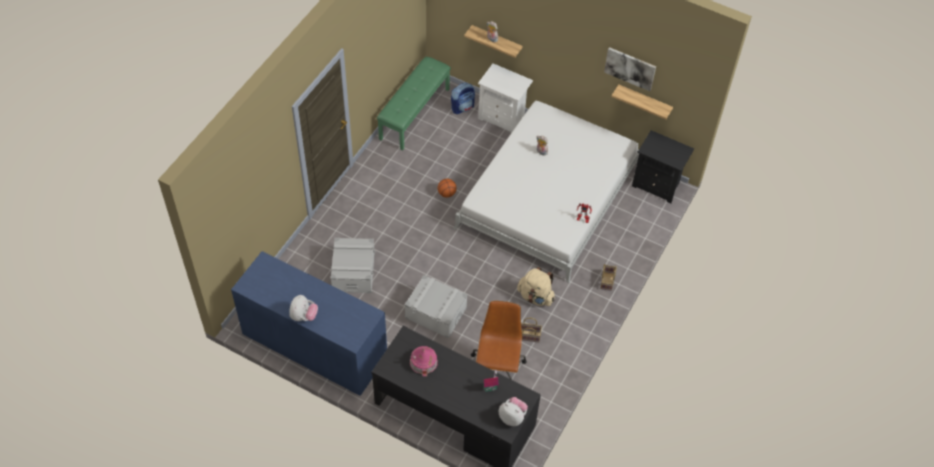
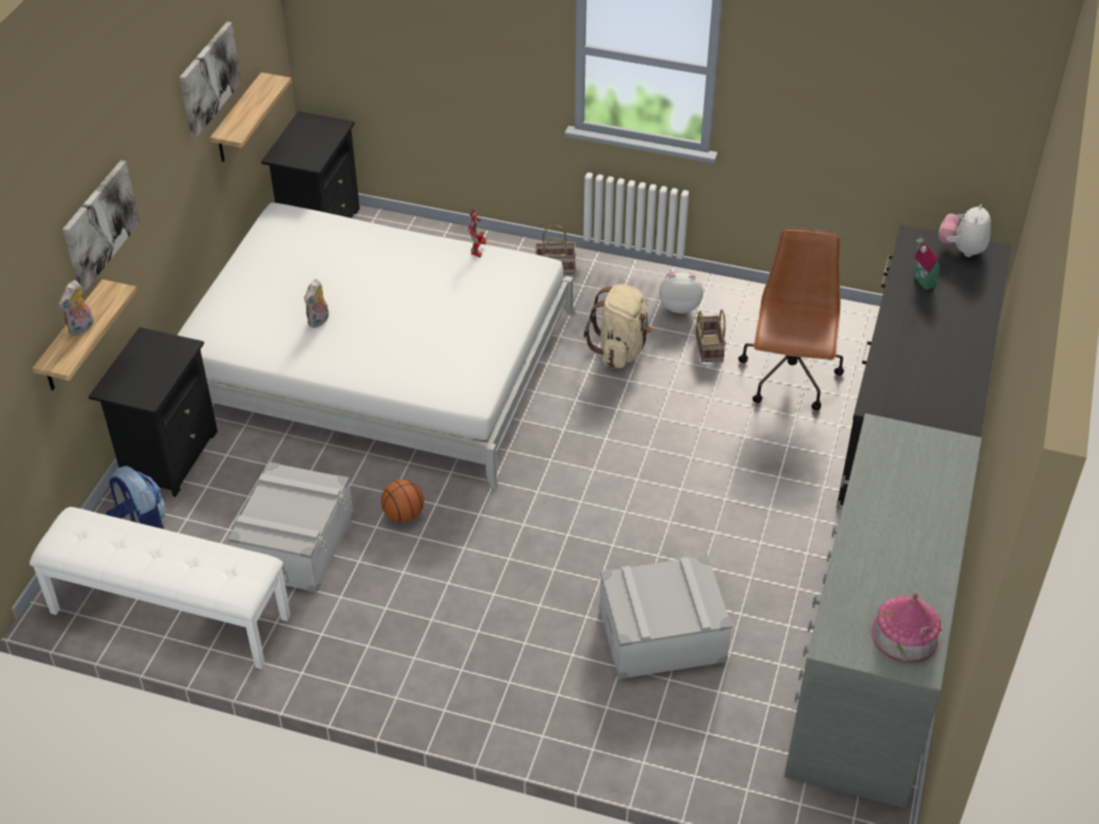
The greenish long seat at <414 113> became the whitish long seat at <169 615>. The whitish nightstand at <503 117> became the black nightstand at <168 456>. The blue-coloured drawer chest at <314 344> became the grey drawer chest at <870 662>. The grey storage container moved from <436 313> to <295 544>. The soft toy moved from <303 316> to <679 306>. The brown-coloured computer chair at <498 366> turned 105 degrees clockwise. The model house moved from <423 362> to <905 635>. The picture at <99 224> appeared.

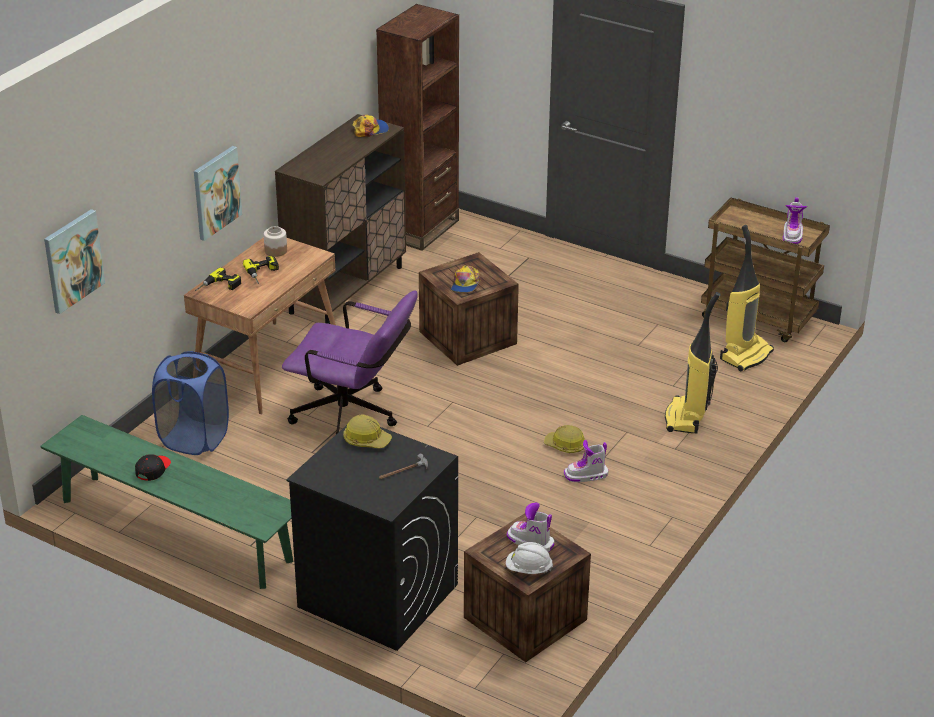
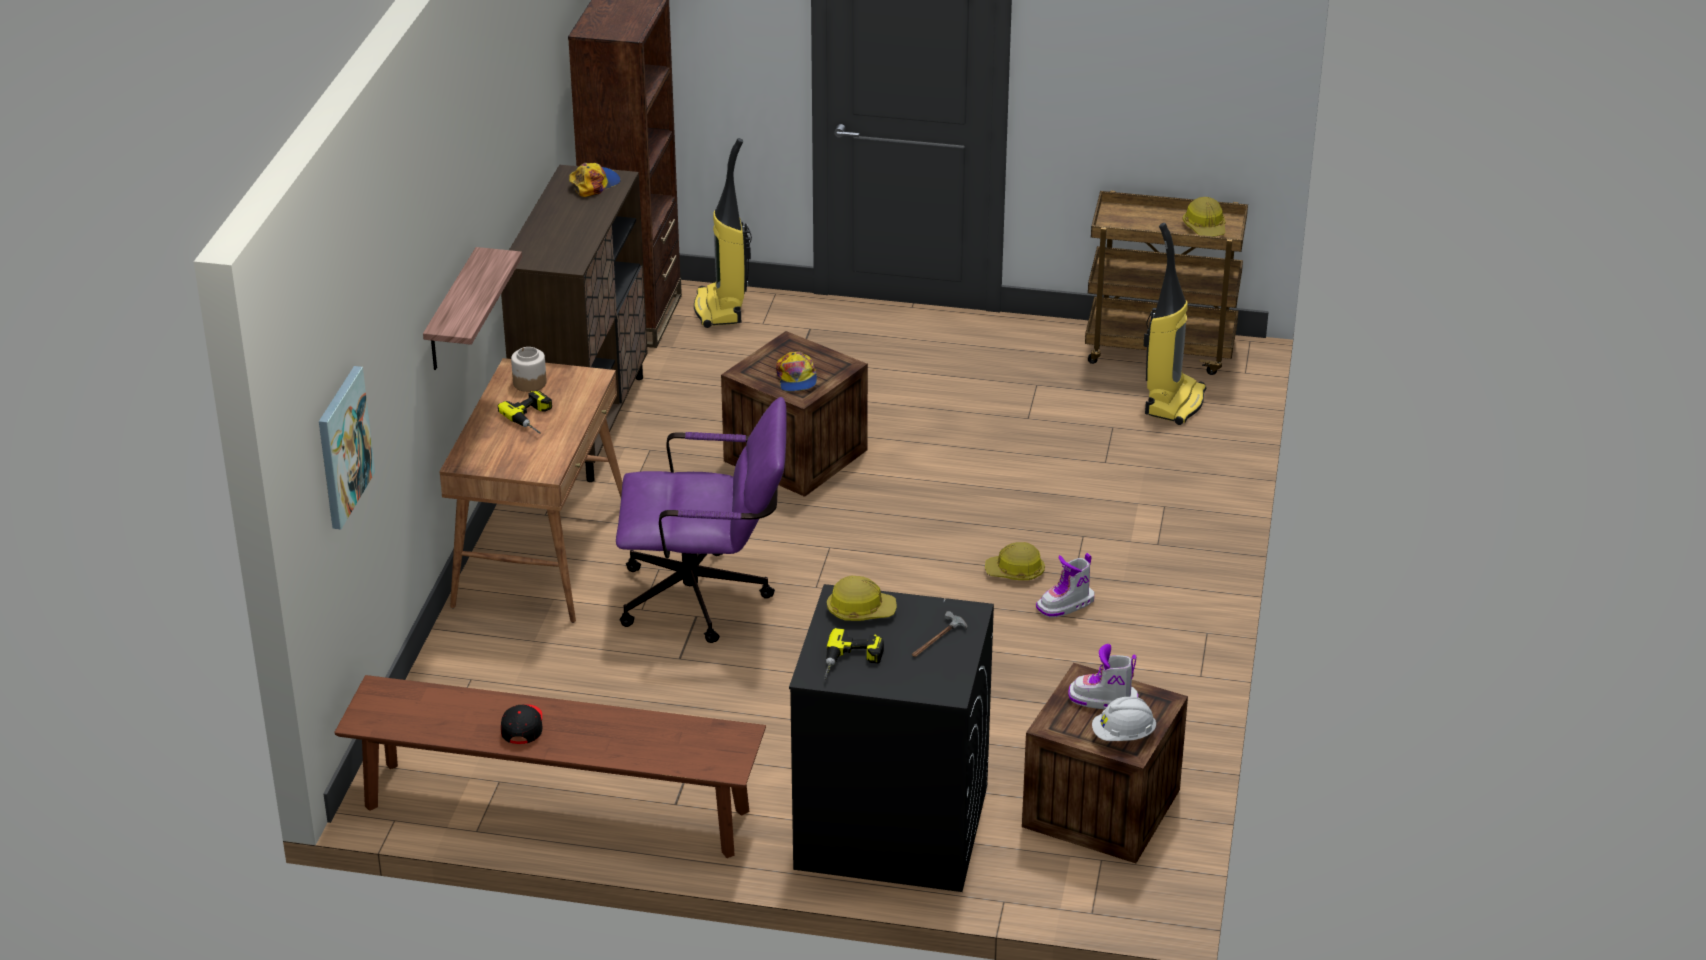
The picture at <216 192> was replaced by the shelf at <452 312>. The tall boot at <792 235> was replaced by the hard hat at <1205 227>. The electric drill moved from <219 287> to <851 663>. The hoover moved from <686 418> to <721 309>. The blue-coloured laundry basket at <194 439> disappeared. The greenish long seat at <175 530> became the brown-coloured long seat at <556 809>.

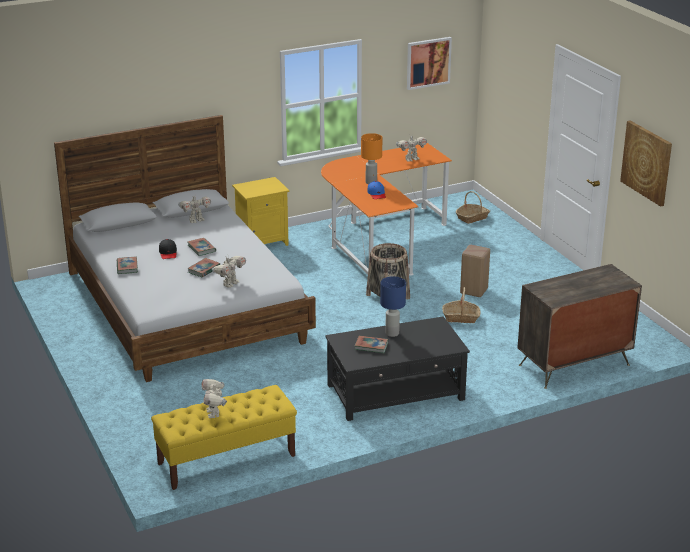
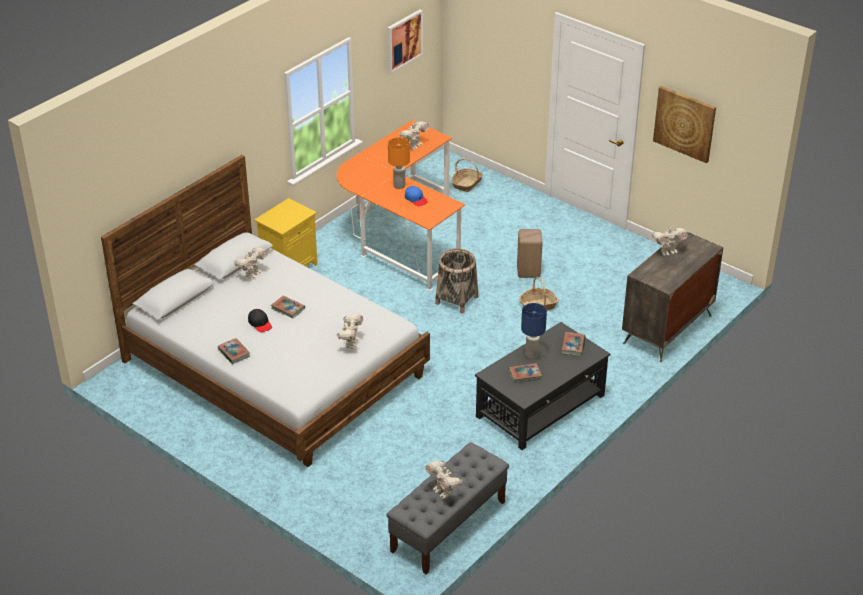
The volume moved from <204 270> to <573 346>. The yellow long seat at <226 459> became the grey long seat at <448 527>. The model robot at <668 251> appeared.

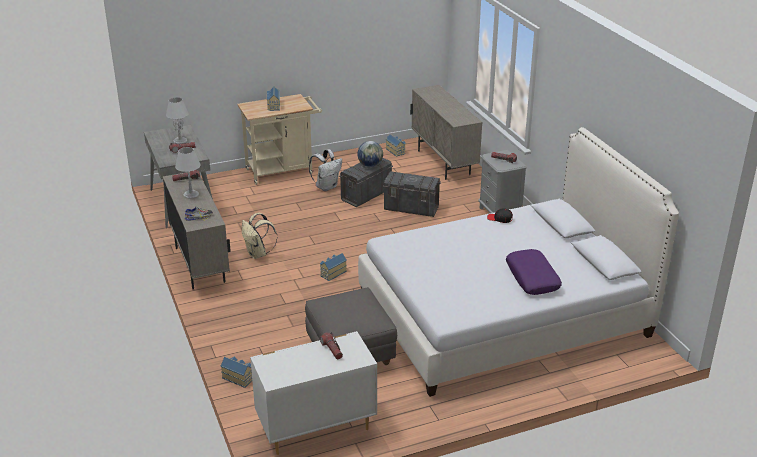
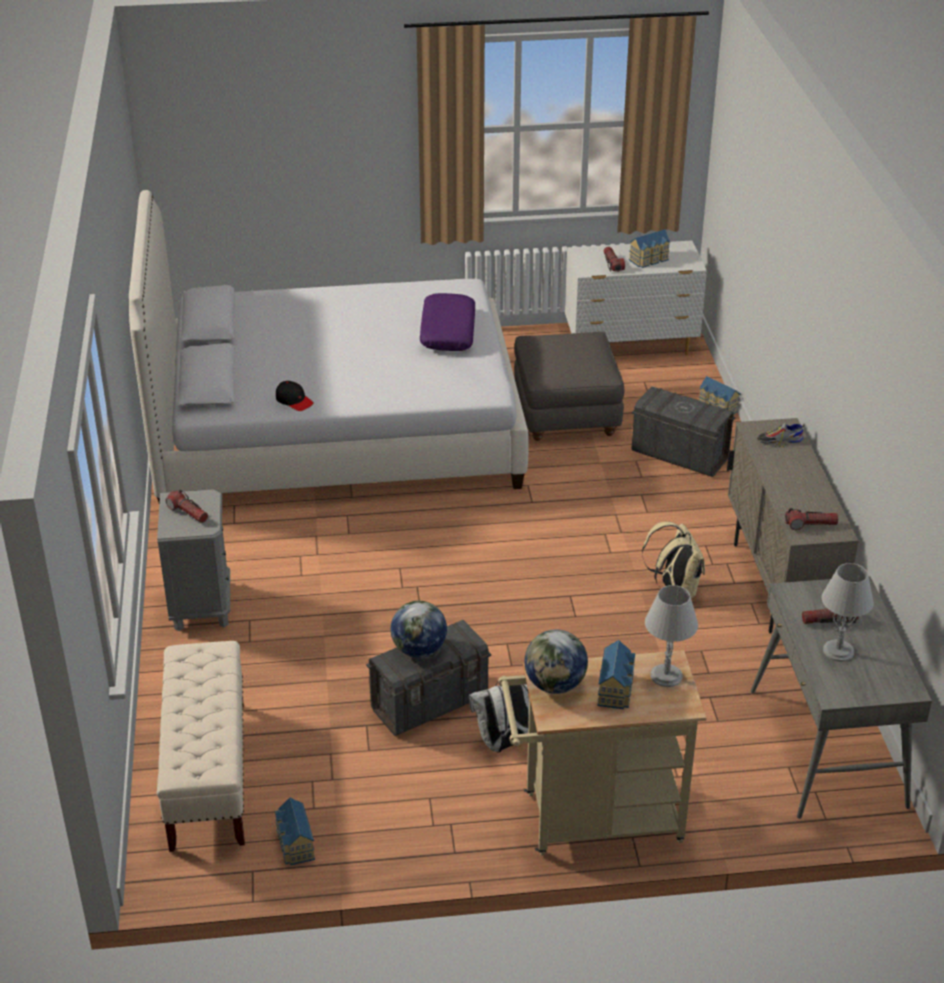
The beige cupboard at <443 163> was replaced by the beige long seat at <208 774>. The grey table lamp moved from <191 194> to <666 675>. The grey storage container moved from <411 208> to <679 454>. The purple-coloured throw pillow moved from <532 278> to <447 331>. The model house moved from <332 273> to <650 260>. The globe at <555 685> appeared.

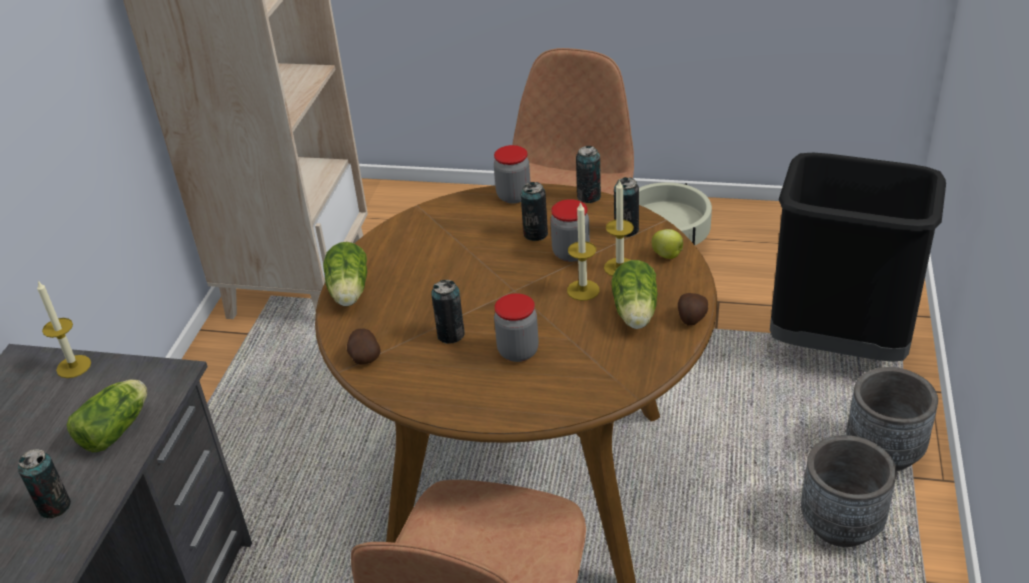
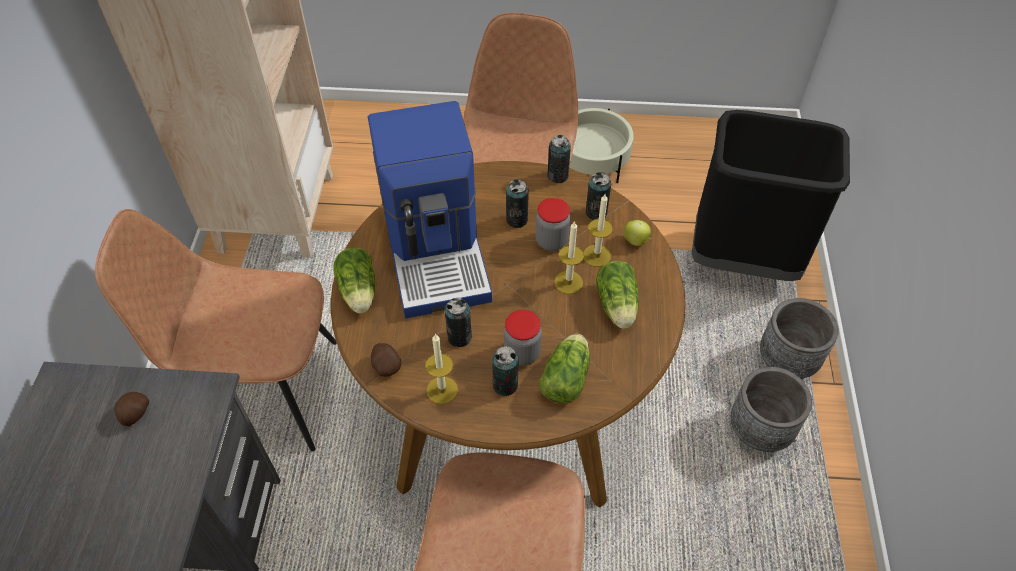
The preserve jar at <513 196> disappeared. The wax candle moved from <73 366> to <442 390>. The potato moved from <691 318> to <135 414>. The head of lettuce moved from <118 428> to <566 376>. The sealed can moved from <54 506> to <505 385>. The coffee machine at <437 250> appeared. The brown-coloured chair at <266 391> appeared.

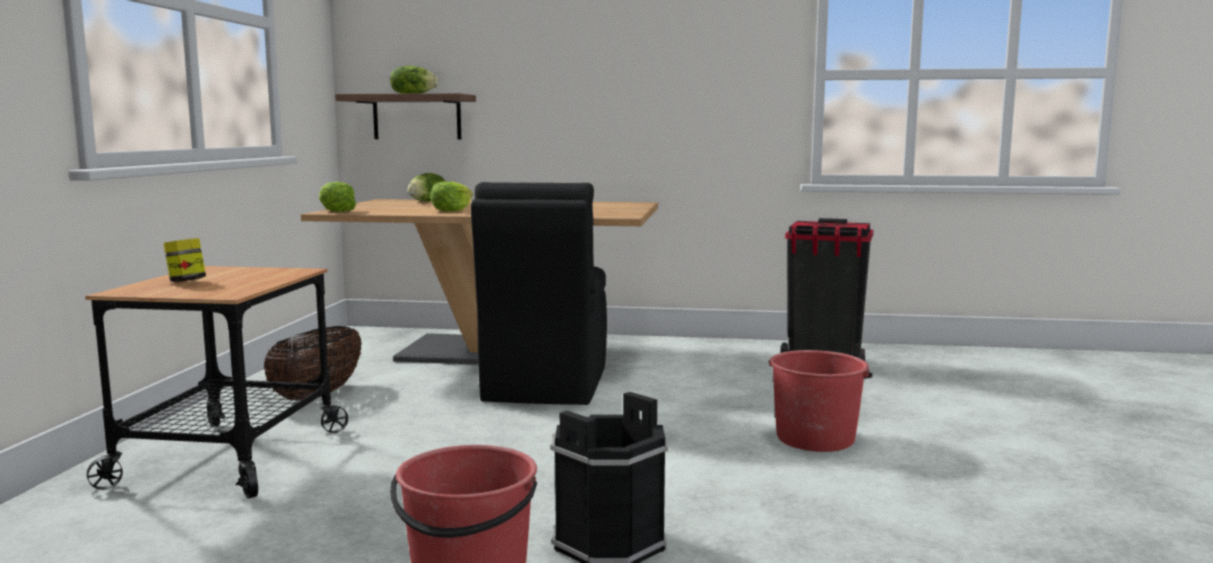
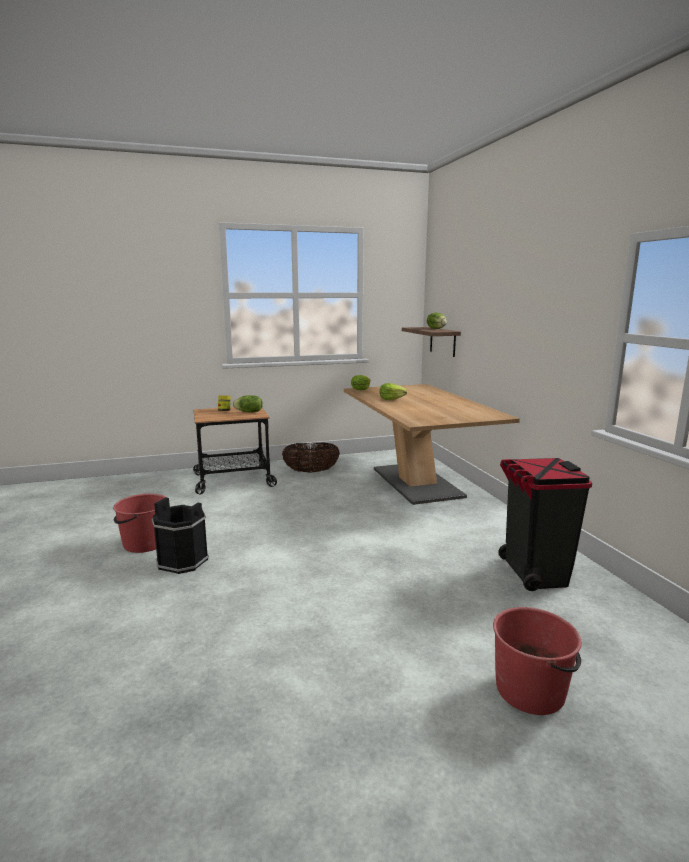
The head of lettuce moved from <428 201> to <249 412>. The black chair at <544 385> disappeared. The red bucket moved from <815 438> to <531 690>.

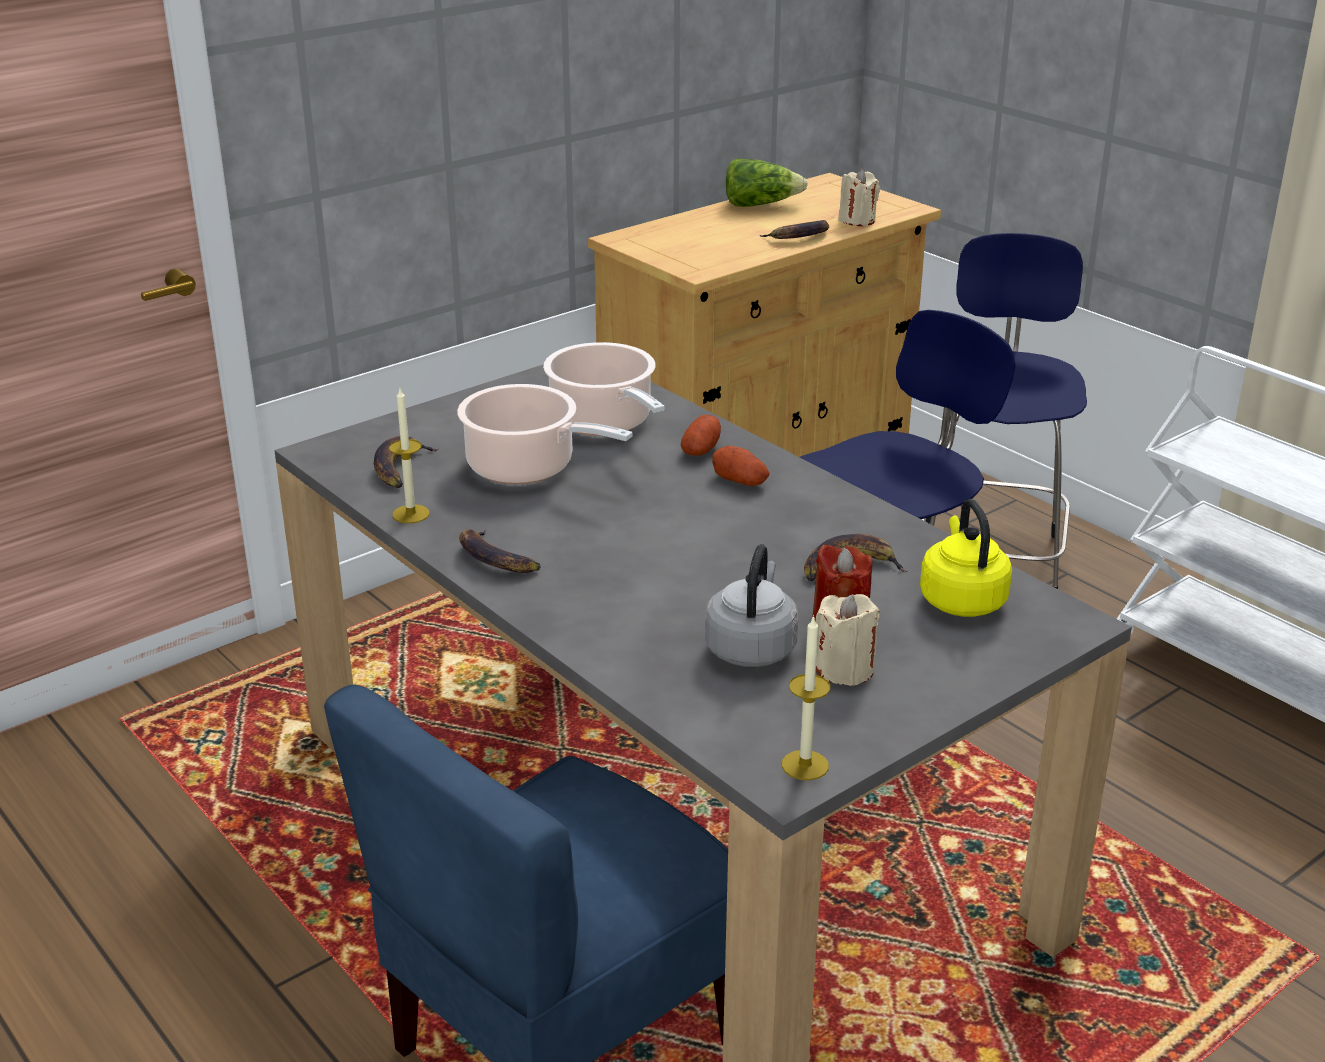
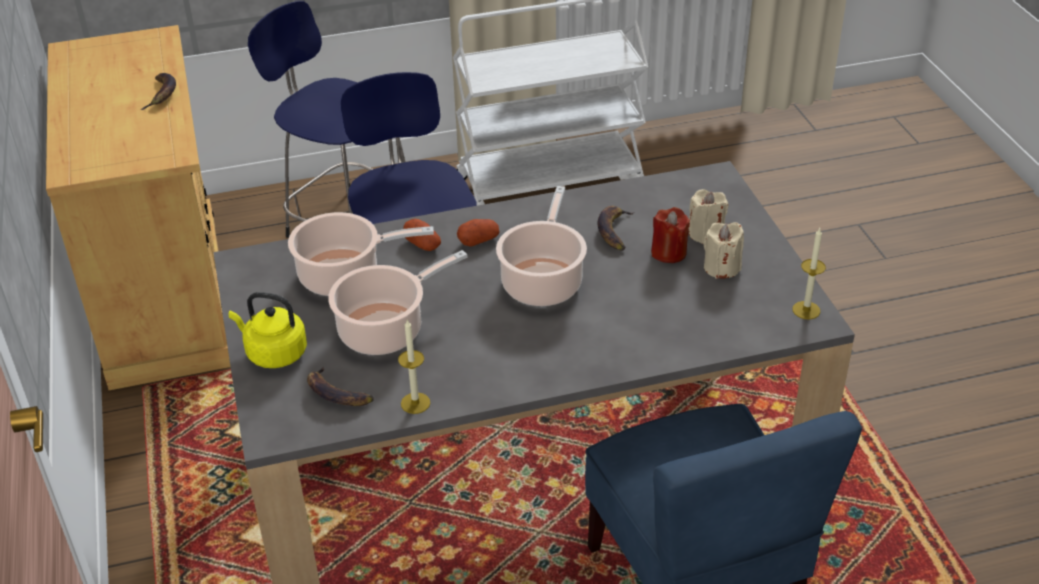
The head of lettuce at <760 205> disappeared. The beige wax candle moved from <857 220> to <705 233>. The yellow kettle moved from <961 599> to <273 353>. The banana fruit at <494 559> disappeared. The grey kettle at <751 647> disappeared. The stockpot at <543 281> appeared.

